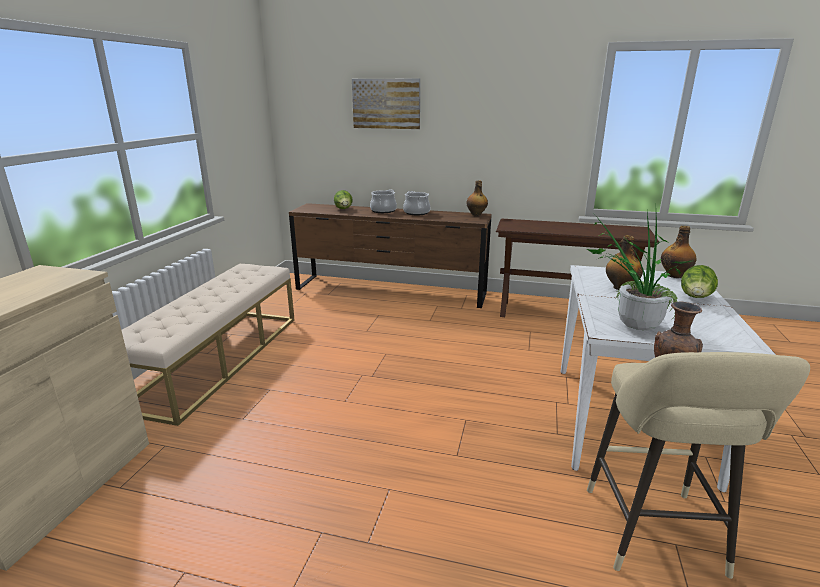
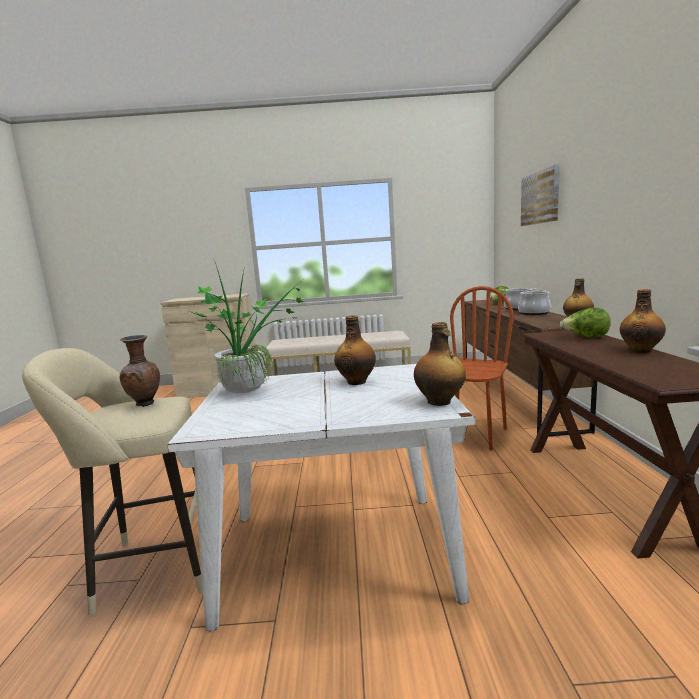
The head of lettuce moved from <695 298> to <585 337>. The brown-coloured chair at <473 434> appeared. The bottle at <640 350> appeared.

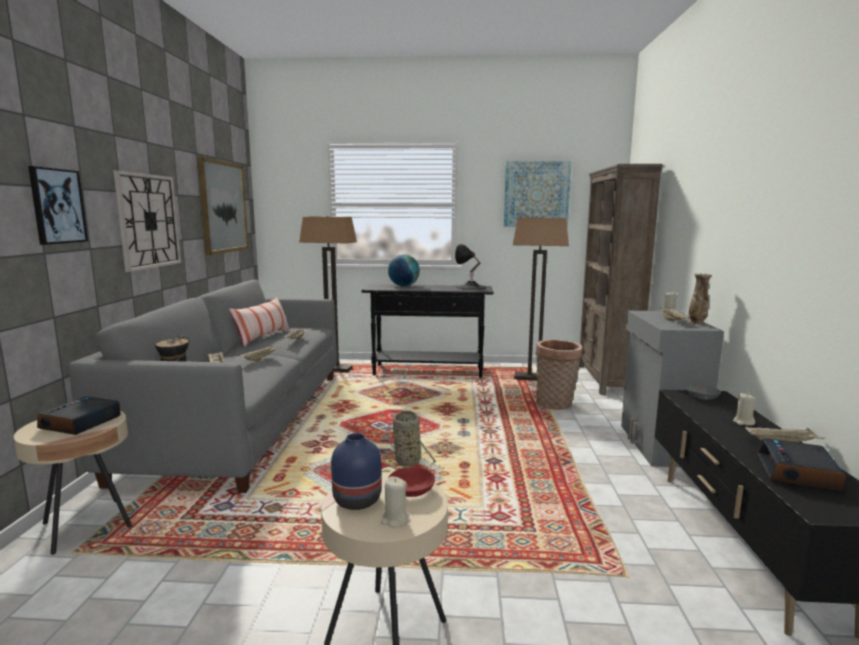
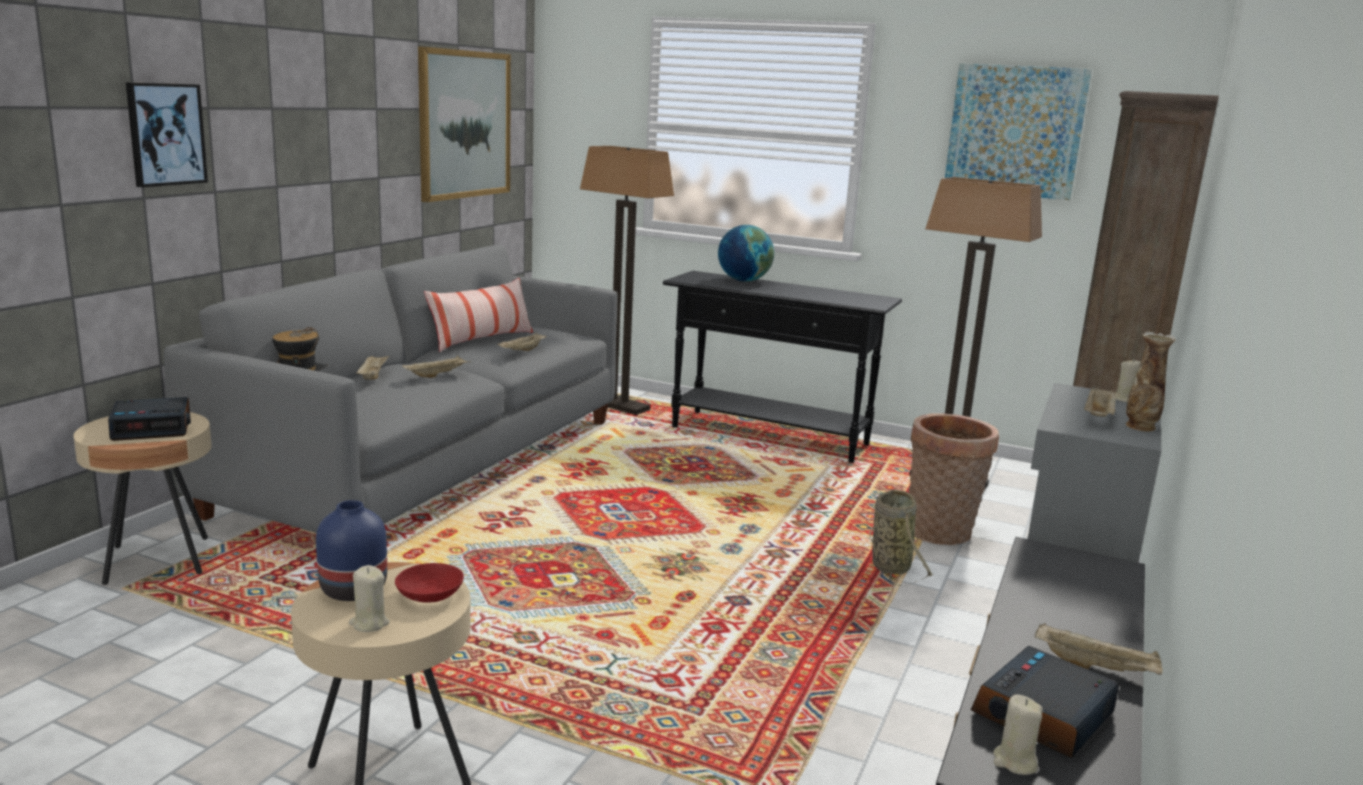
The wall clock at <148 221> disappeared. The black table lamp at <471 287> disappeared. The grey bowl at <702 397> disappeared. The beige wax candle moved from <743 422> to <1014 762>. The table clock at <80 423> turned 150 degrees counterclockwise. The household basket moved from <407 460> to <889 565>.

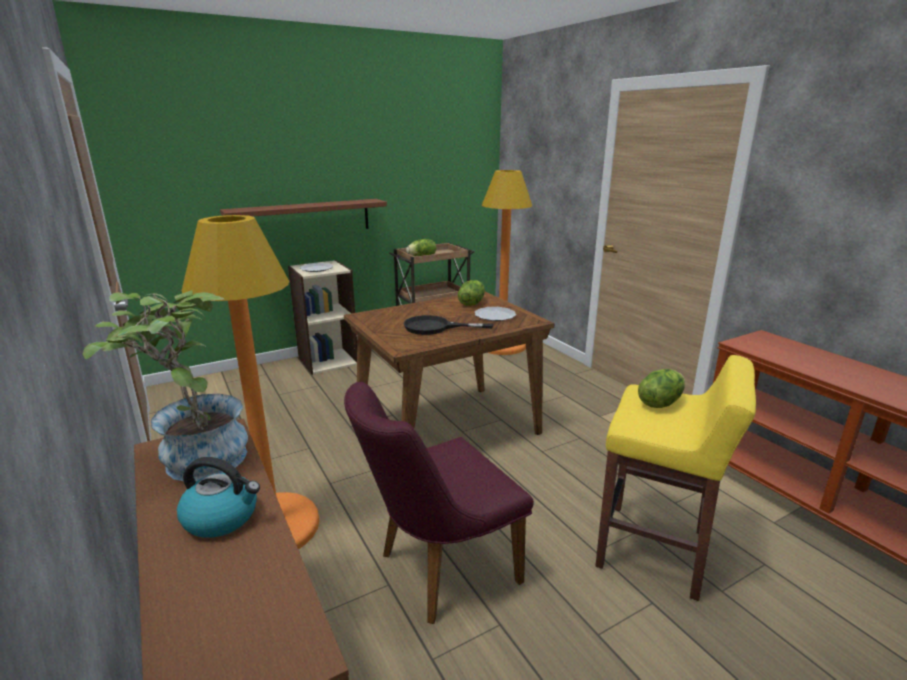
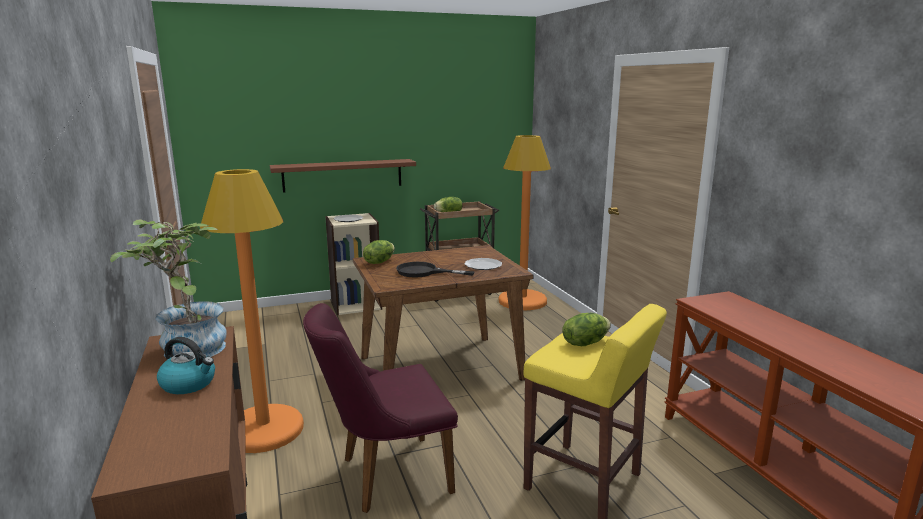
The head of lettuce moved from <471 303> to <379 262>.

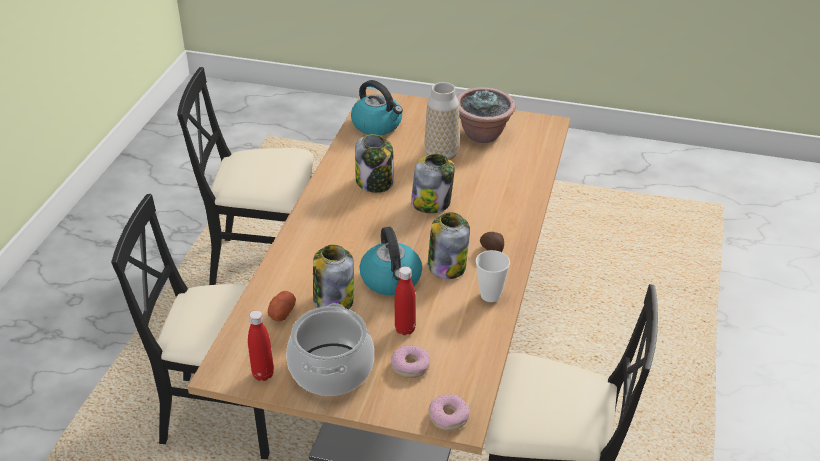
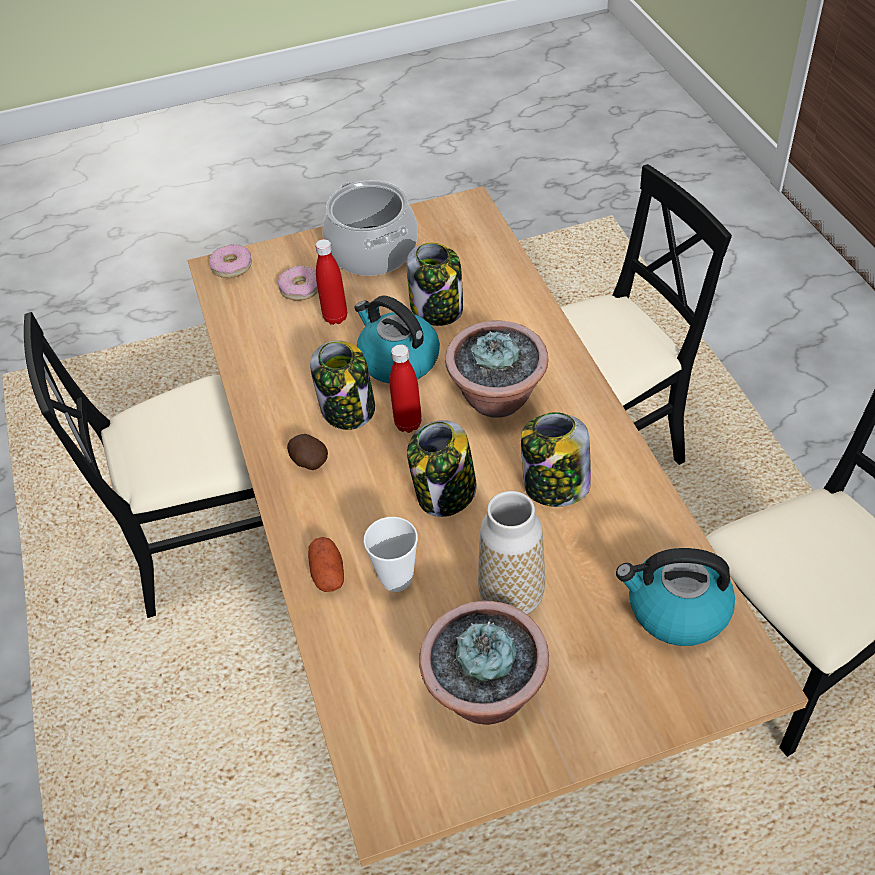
The cup moved from <490 295> to <396 579>. The potato moved from <282 312> to <328 573>. The red bottle moved from <263 374> to <408 424>. The potted plant at <498 399> appeared.

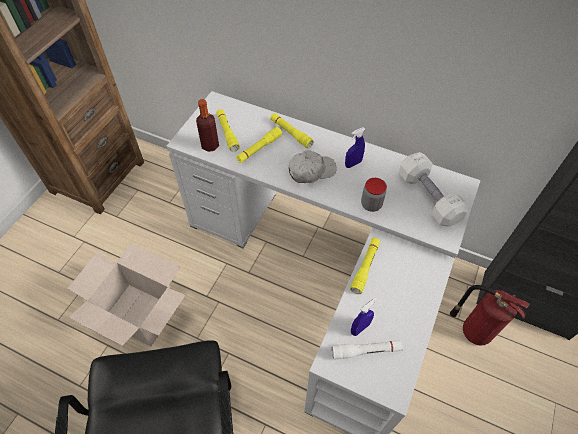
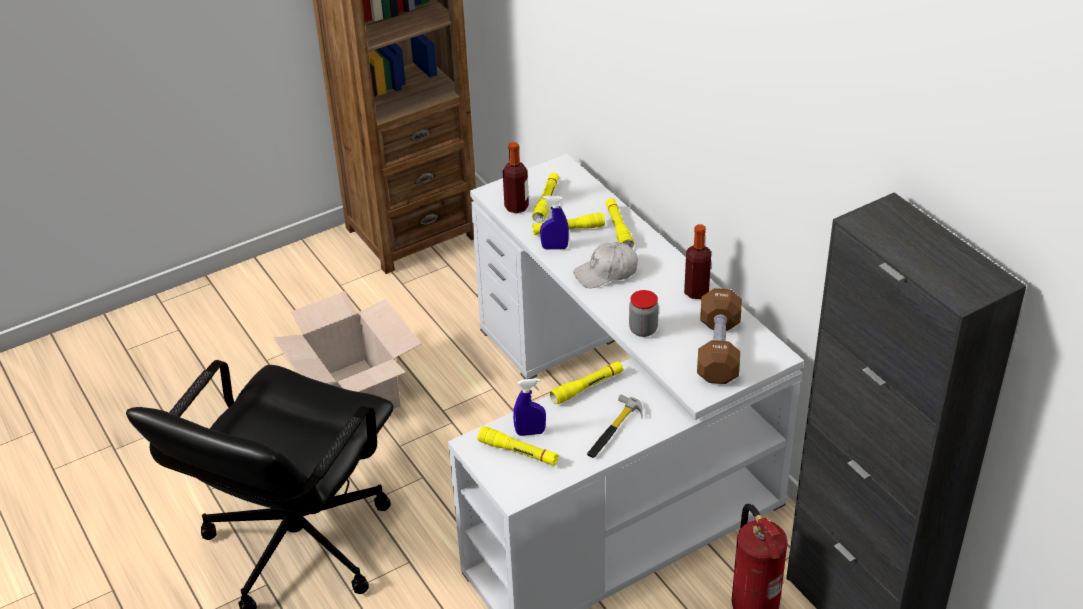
The blue-coloured sprayer moved from <353 164> to <554 248>. The whitish baseball cap at <311 171> turned 150 degrees clockwise. The whitish free weight at <428 197> became the brown-coloured free weight at <718 350>. The whitish torch at <366 351> became the yellow torch at <518 452>. The bottle at <696 292> appeared. The hammer at <613 430> appeared.

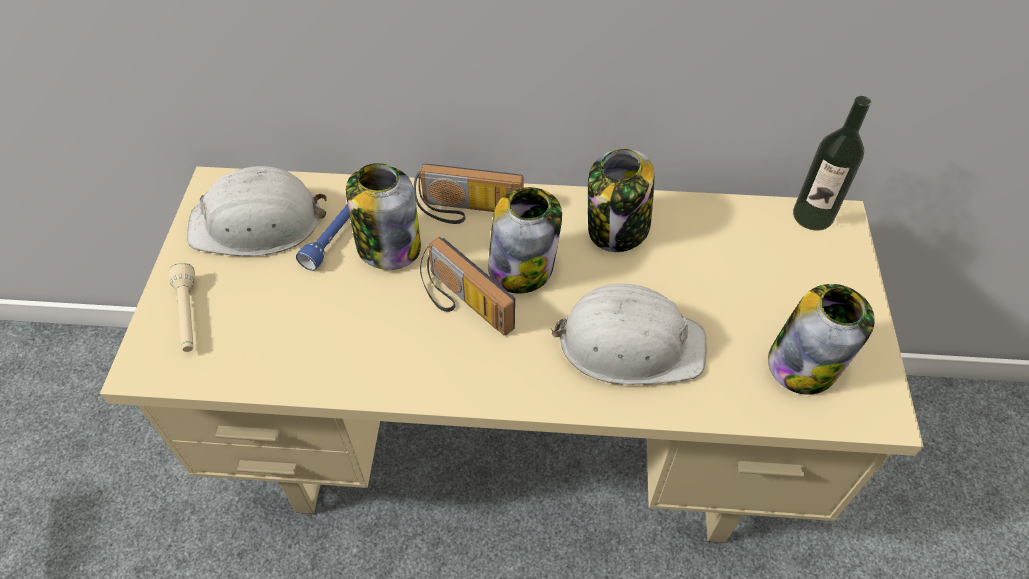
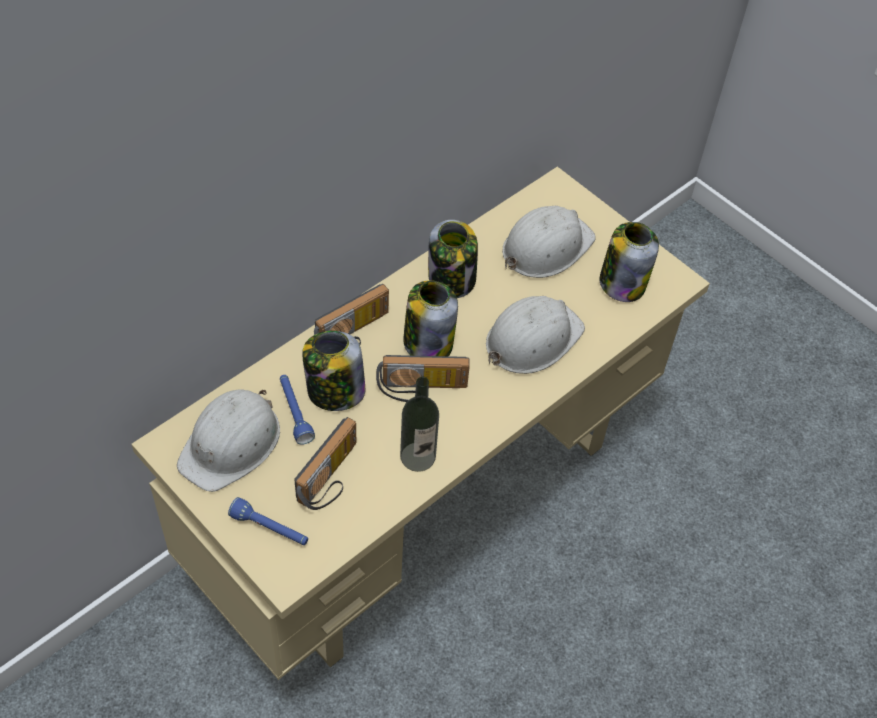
The bottle moved from <812 215> to <418 457>. The beige torch at <188 315> became the blue-coloured torch at <270 529>. The whitish hard hat at <546 247> appeared. The radio at <332 478> appeared.

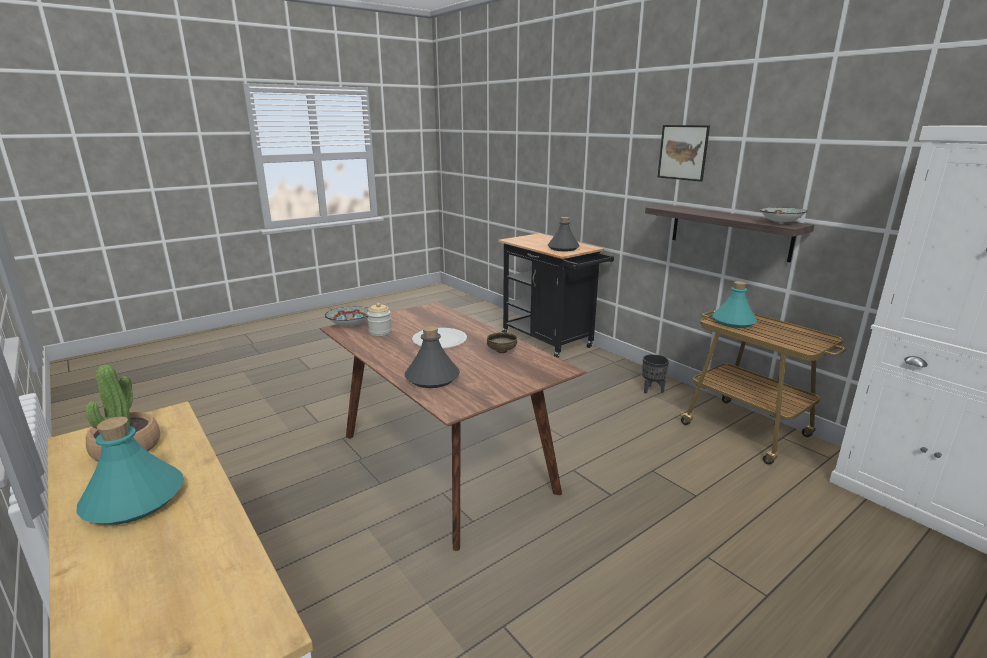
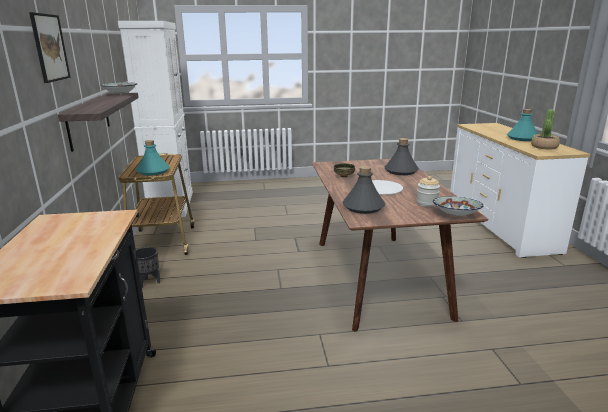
The grey bottle moved from <563 248> to <363 207>.

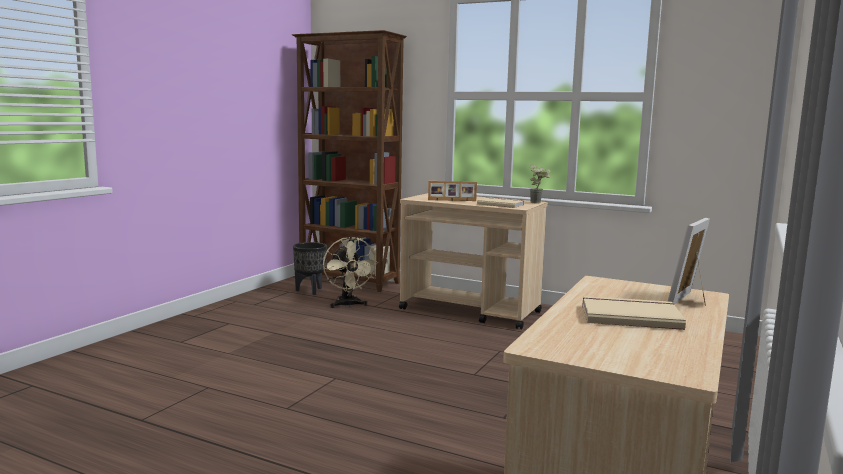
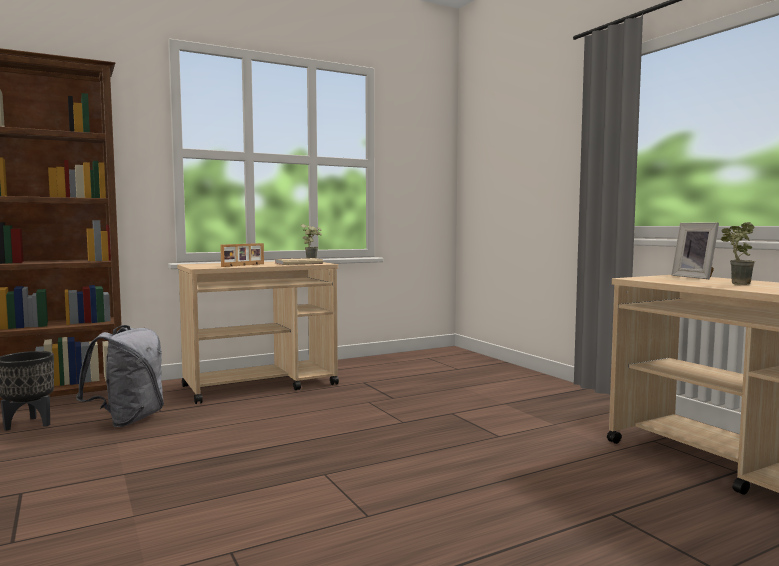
The beige fan at <348 305> was replaced by the grey rucksack at <128 420>. The beige volume at <629 316> was replaced by the potted plant at <734 283>.

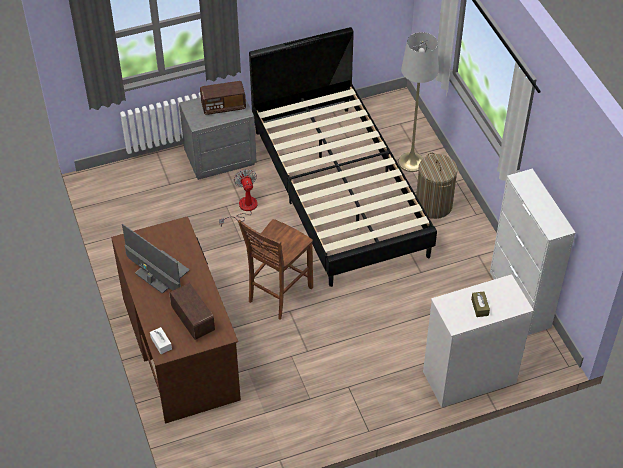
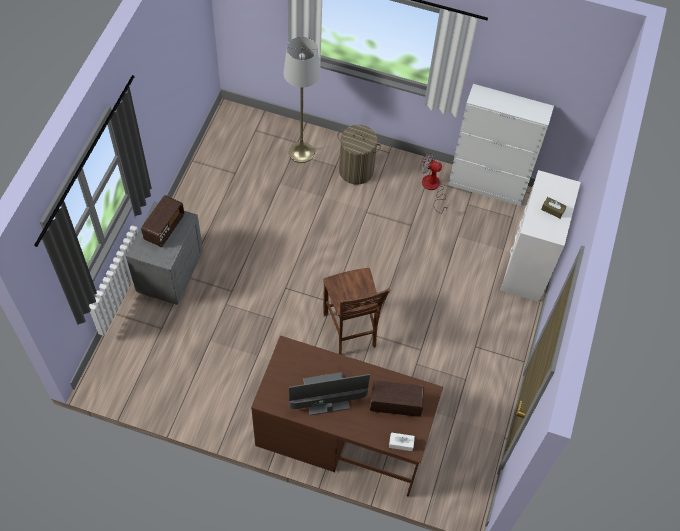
The black bedroom bed at <339 191> disappeared. The fan moved from <243 208> to <432 188>.

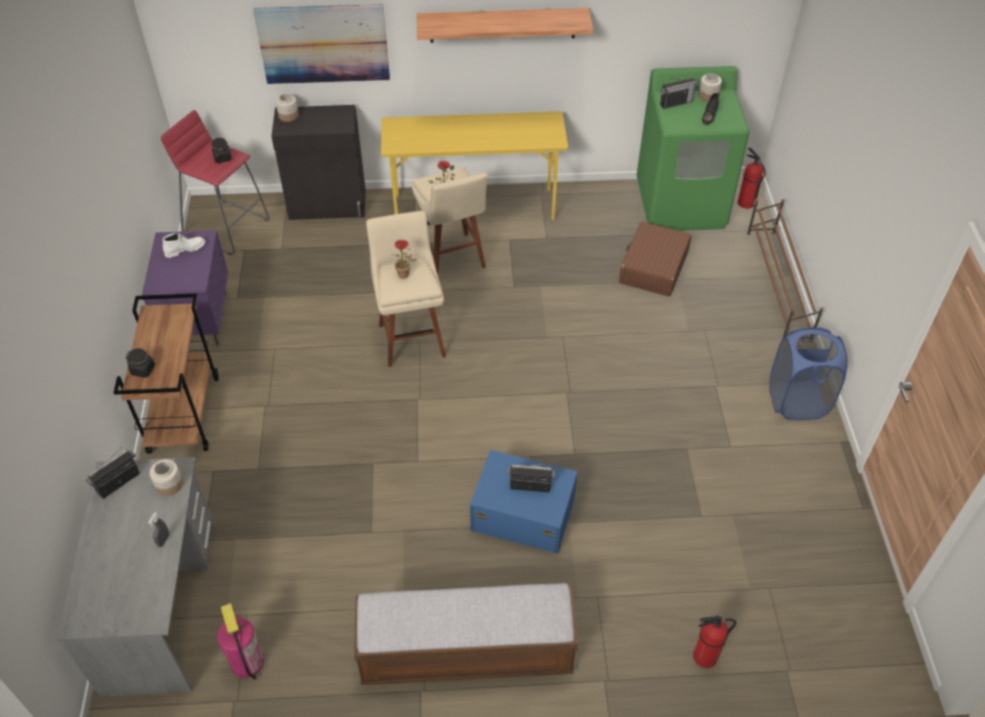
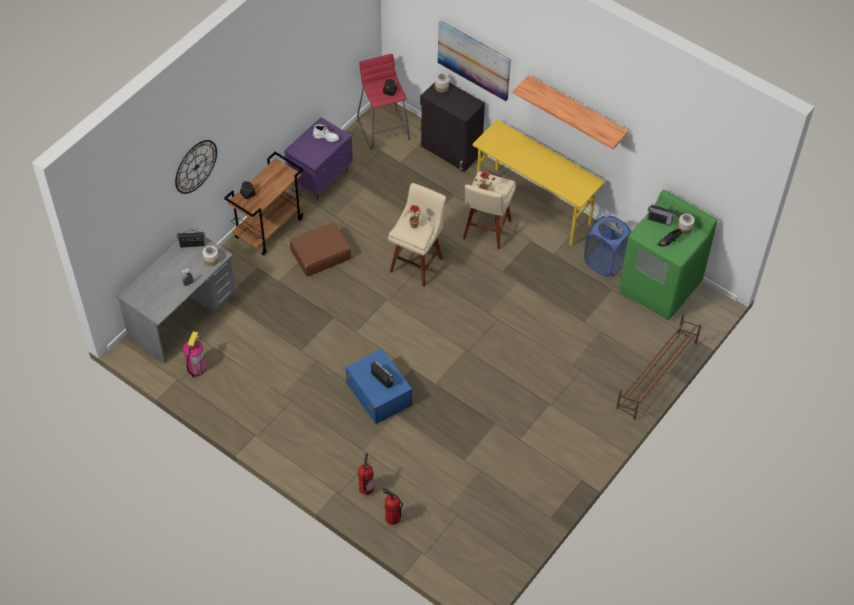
The fire-fighting cylinder moved from <745 202> to <366 487>. The brown-coloured piece of luggage moved from <653 267> to <320 254>. The blue-coloured laundry basket moved from <797 401> to <605 262>. The long seat at <466 653> disappeared. The wall clock at <196 166> appeared.

